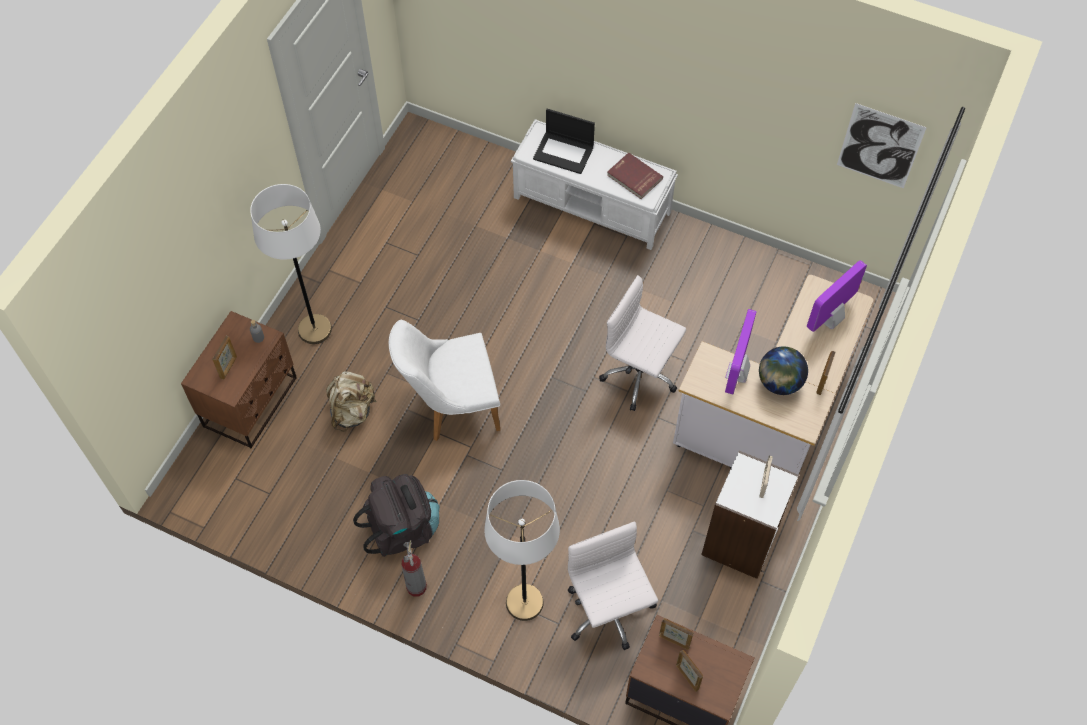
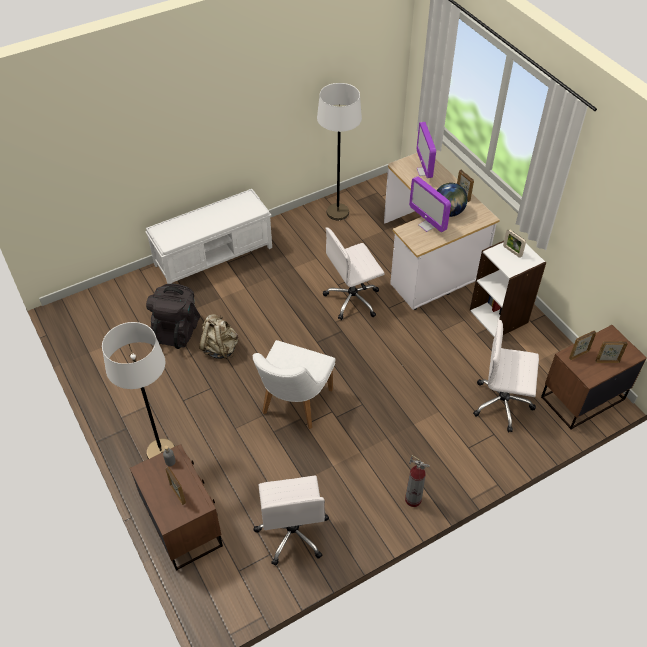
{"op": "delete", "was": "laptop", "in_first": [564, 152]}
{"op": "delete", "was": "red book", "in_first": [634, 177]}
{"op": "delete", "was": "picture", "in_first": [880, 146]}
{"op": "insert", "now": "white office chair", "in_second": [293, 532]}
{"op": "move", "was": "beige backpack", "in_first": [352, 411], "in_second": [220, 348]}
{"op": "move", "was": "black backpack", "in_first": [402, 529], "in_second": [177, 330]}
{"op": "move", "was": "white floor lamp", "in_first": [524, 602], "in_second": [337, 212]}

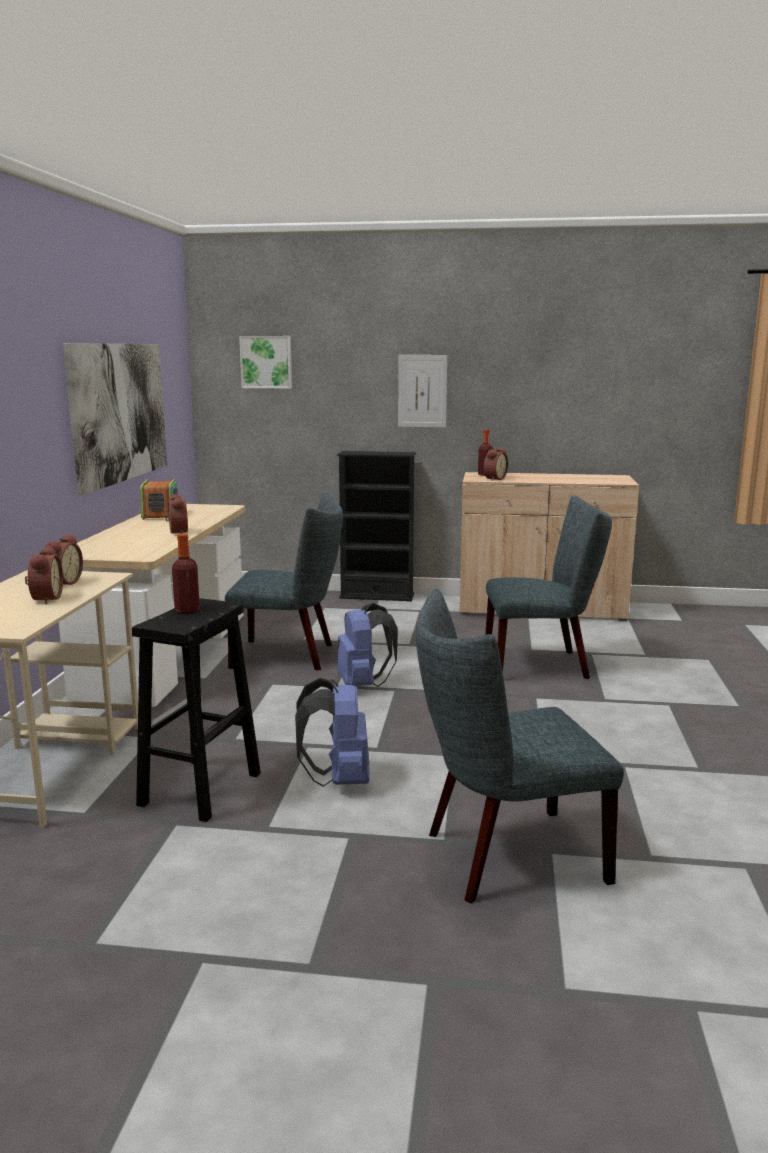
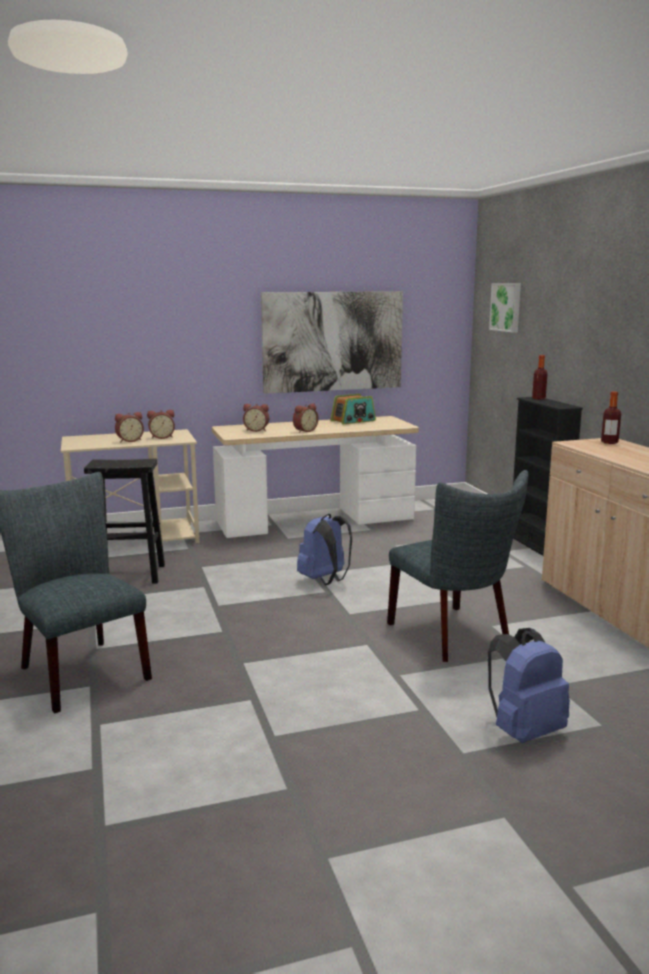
{"op": "delete", "was": "grey chair", "in_first": [290, 655]}
{"op": "delete", "was": "picture", "in_first": [422, 391]}
{"op": "move", "was": "bottle", "in_first": [187, 610], "in_second": [538, 398]}
{"op": "move", "was": "blue backpack", "in_first": [339, 780], "in_second": [524, 731]}
{"op": "move", "was": "alarm clock", "in_first": [493, 479], "in_second": [257, 430]}

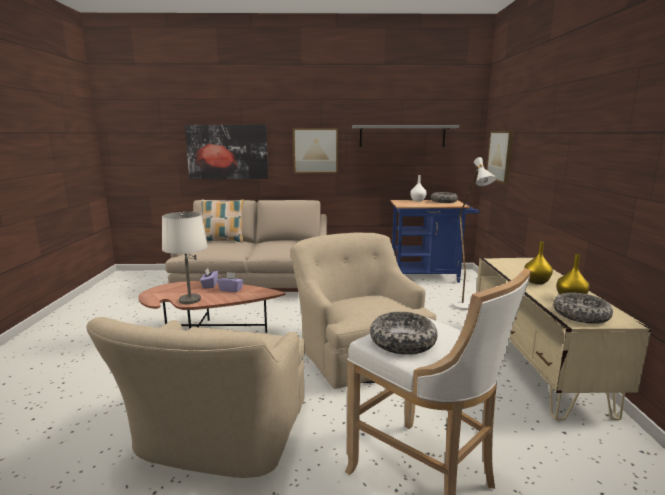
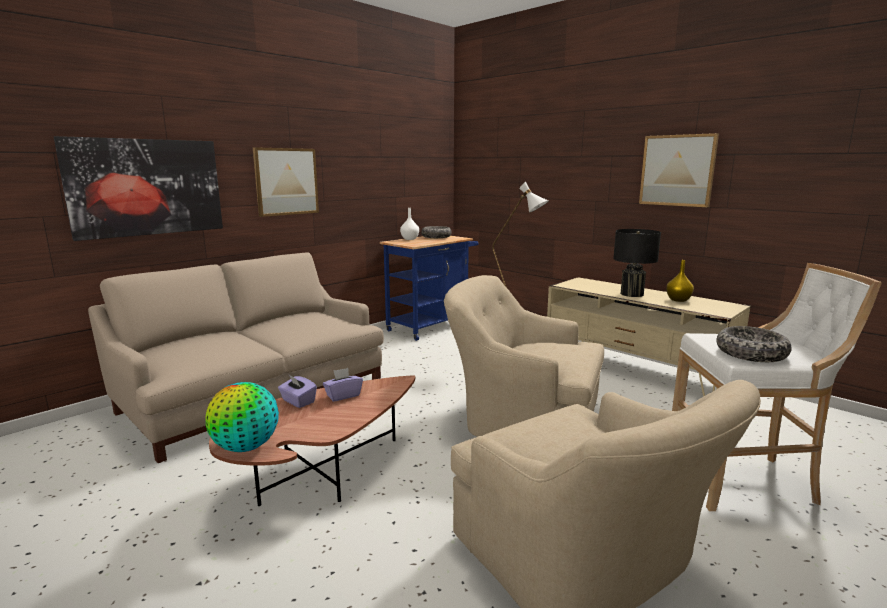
{"op": "delete", "was": "white table lamp", "in_first": [189, 300]}
{"op": "delete", "was": "pillow", "in_first": [223, 240]}
{"op": "delete", "was": "grey shelf", "in_first": [402, 136]}
{"op": "delete", "was": "bowl", "in_first": [580, 315]}
{"op": "insert", "now": "globe", "in_second": [246, 447]}
{"op": "move", "was": "picture", "in_first": [500, 156], "in_second": [677, 170]}
{"op": "replace", "was": "yellow vase", "now": "black table lamp", "in_first": [536, 282], "in_second": [631, 294]}

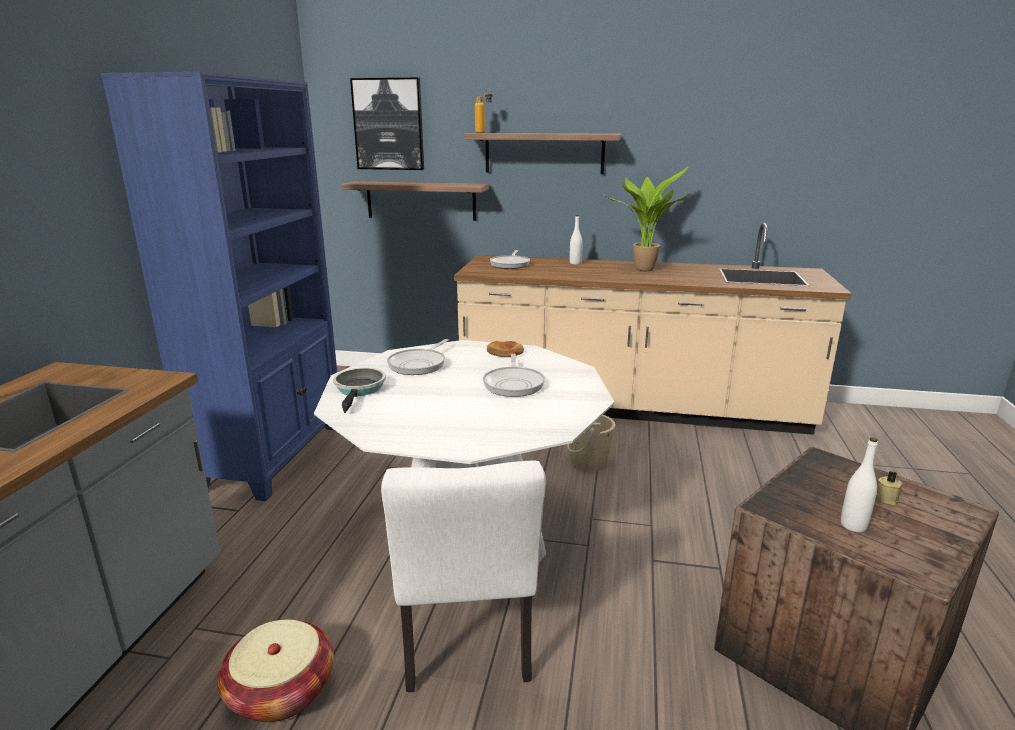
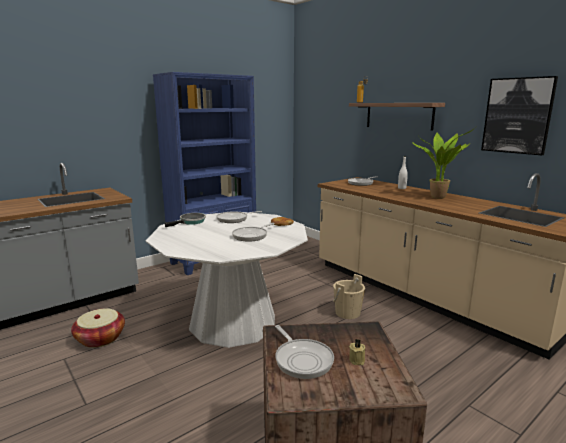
{"op": "delete", "was": "shelf", "in_first": [421, 200]}
{"op": "delete", "was": "white chair", "in_first": [466, 643]}
{"op": "move", "was": "picture", "in_first": [388, 124], "in_second": [517, 116]}
{"op": "replace", "was": "white bottle", "now": "frying pan", "in_first": [853, 525], "in_second": [302, 359]}

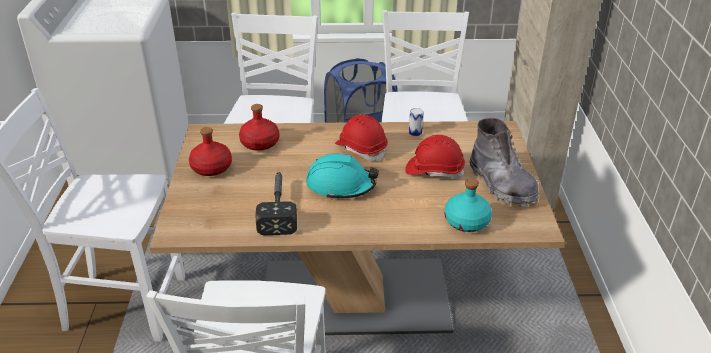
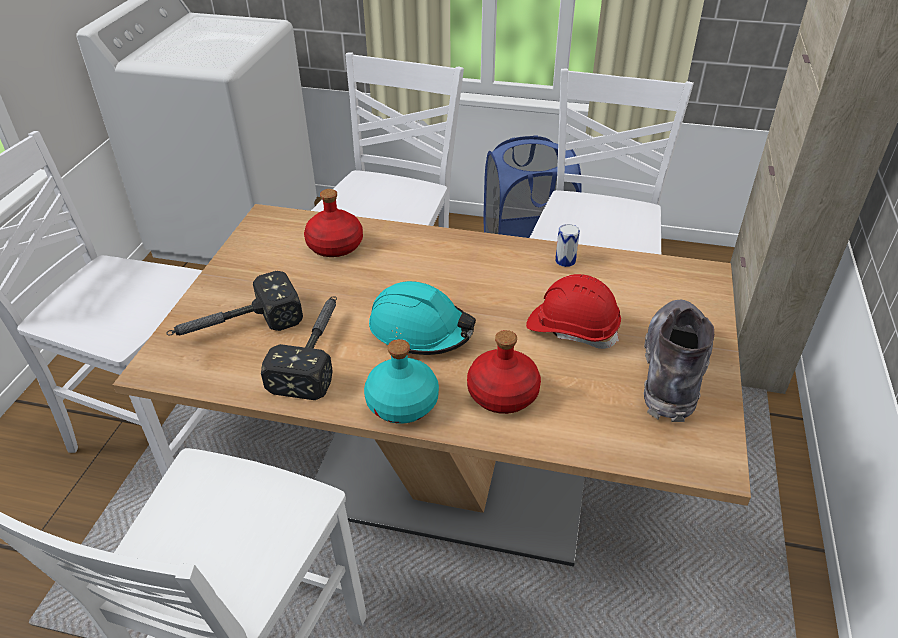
{"op": "delete", "was": "red hard hat", "in_first": [361, 149]}
{"op": "insert", "now": "hammer", "in_second": [235, 327]}
{"op": "move", "was": "red bottle", "in_first": [212, 167], "in_second": [503, 393]}
{"op": "move", "was": "turquoise bottle", "in_first": [466, 222], "in_second": [401, 403]}
{"op": "rotate", "was": "grey boot", "in_first": [501, 184], "in_second": [672, 370], "clockwise": -150}

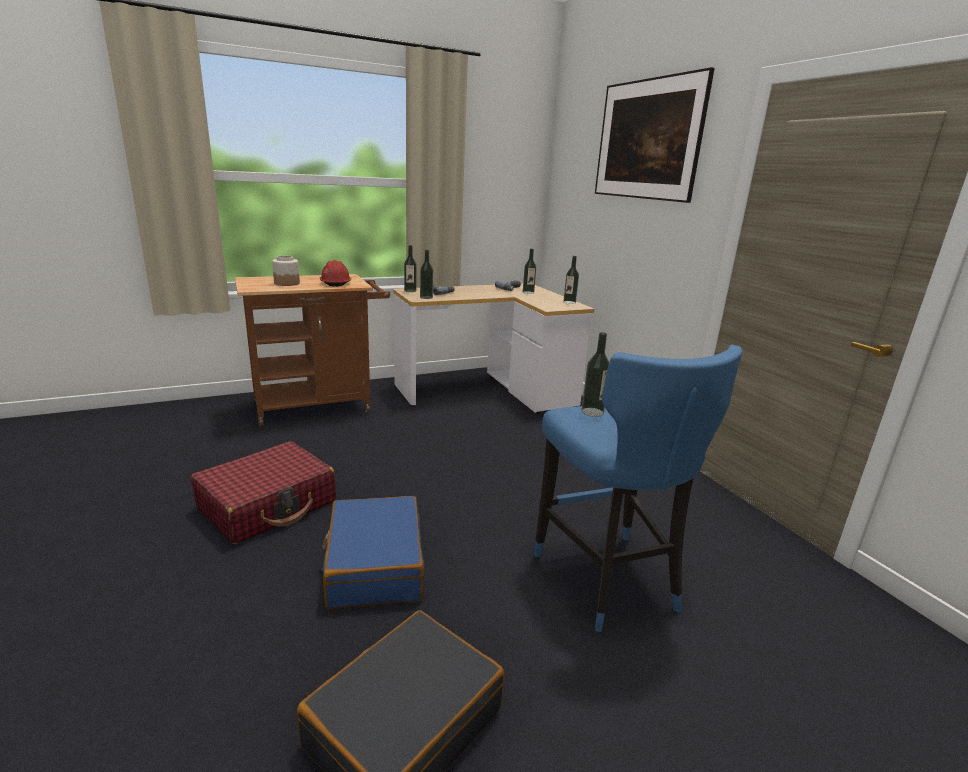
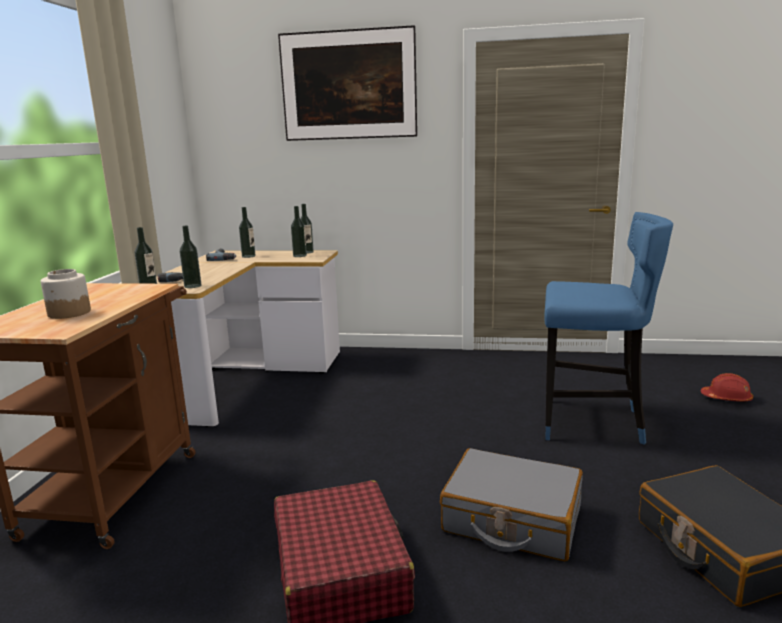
{"op": "move", "was": "red hard hat", "in_first": [335, 283], "in_second": [726, 398]}
{"op": "move", "was": "bottle", "in_first": [592, 412], "in_second": [300, 255]}
{"op": "recolor", "was": "blue suitcase", "now": "grey suitcase", "in_first": [374, 564], "in_second": [512, 519]}

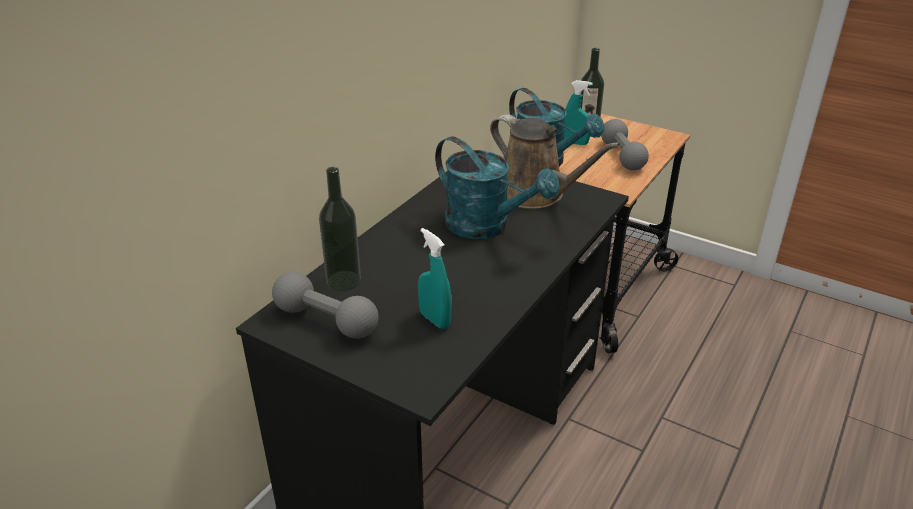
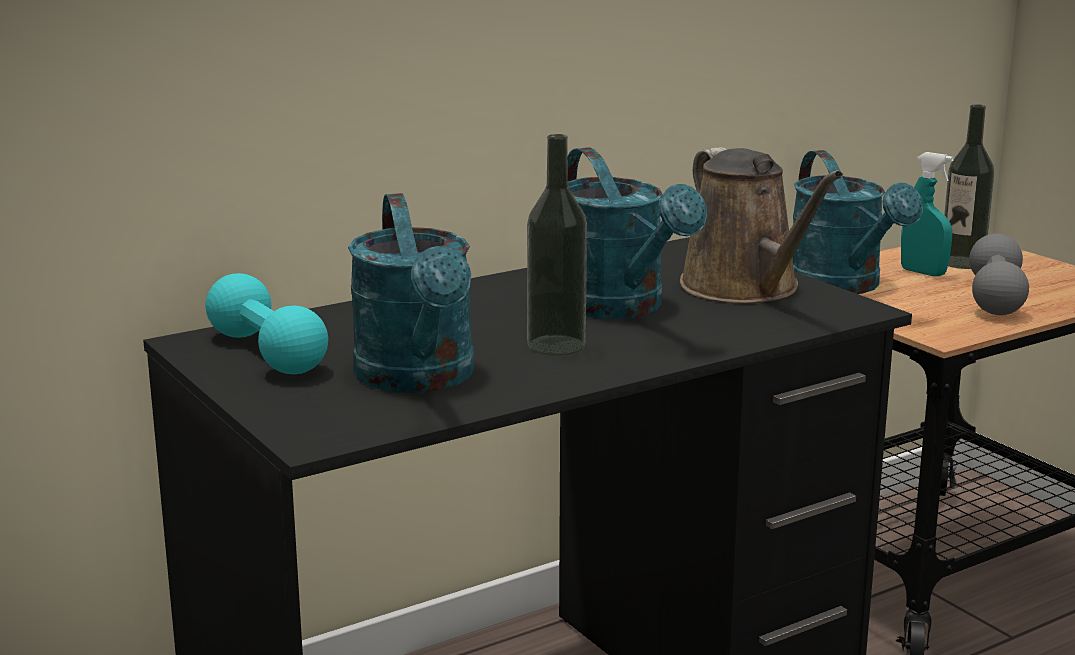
{"op": "move", "was": "bottle", "in_first": [343, 280], "in_second": [556, 345]}
{"op": "replace", "was": "turquoise spray bottle", "now": "turquoise watering can", "in_first": [434, 320], "in_second": [420, 379]}
{"op": "recolor", "was": "grey dumbbell", "now": "turquoise dumbbell", "in_first": [326, 320], "in_second": [267, 353]}

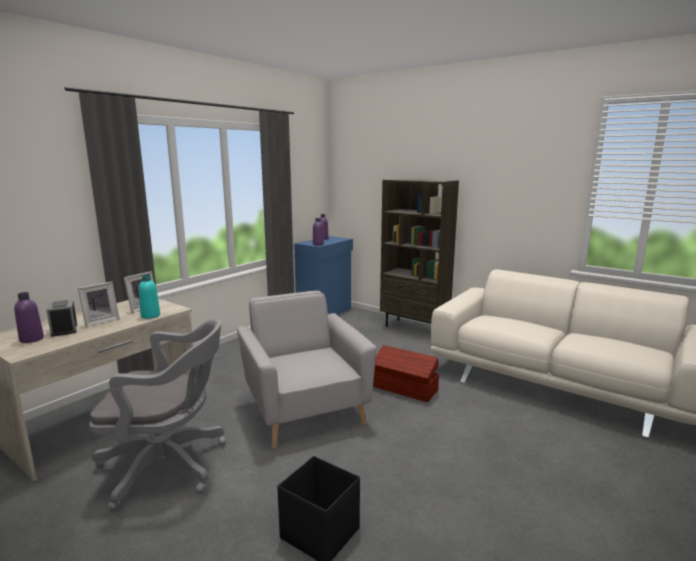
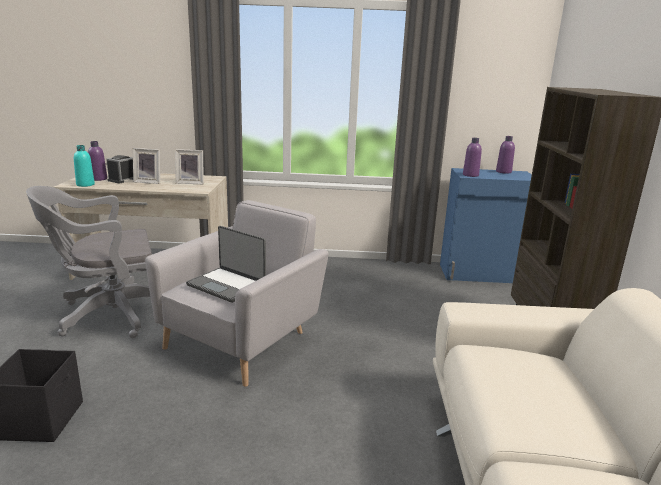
{"op": "delete", "was": "brown storage box", "in_first": [405, 389]}
{"op": "insert", "now": "laptop", "in_second": [227, 285]}
{"op": "move", "was": "turquoise bottle", "in_first": [150, 316], "in_second": [85, 184]}
{"op": "rotate", "was": "grey office chair", "in_first": [170, 466], "in_second": [109, 315], "clockwise": 105}

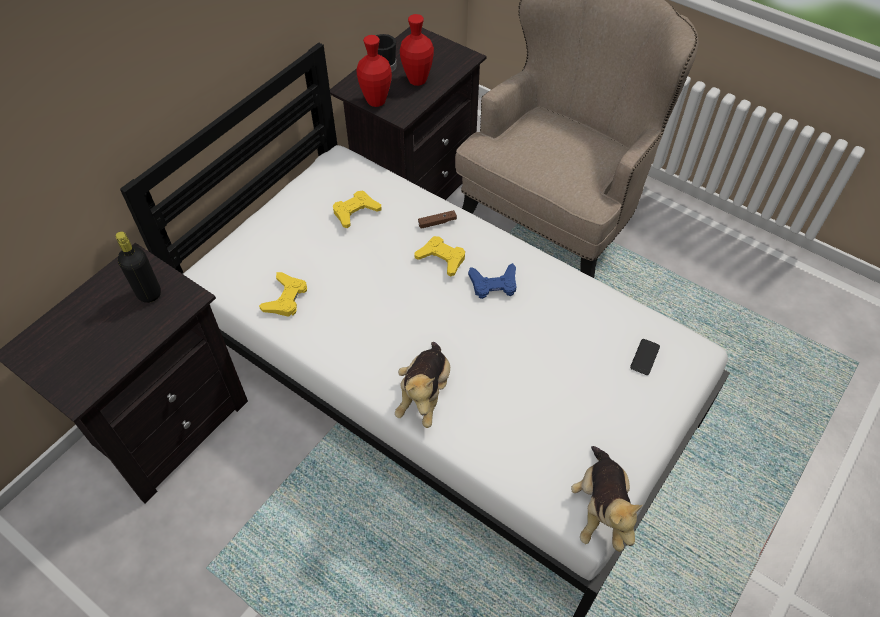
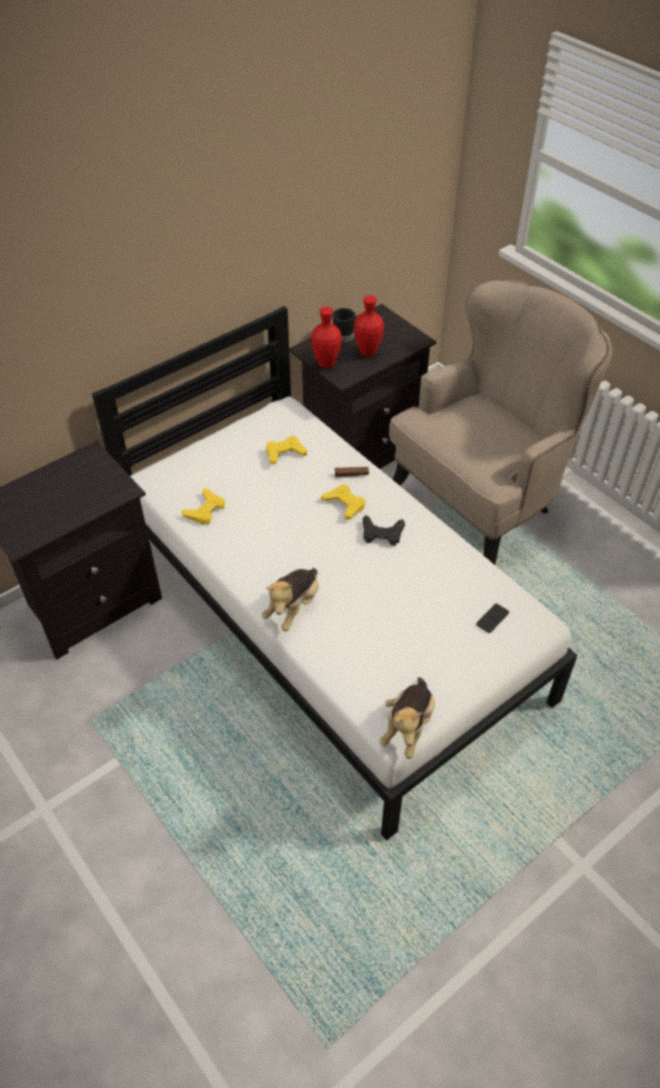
{"op": "delete", "was": "black bottle", "in_first": [149, 293]}
{"op": "recolor", "was": "blue game controller", "now": "black game controller", "in_first": [493, 284], "in_second": [382, 534]}

